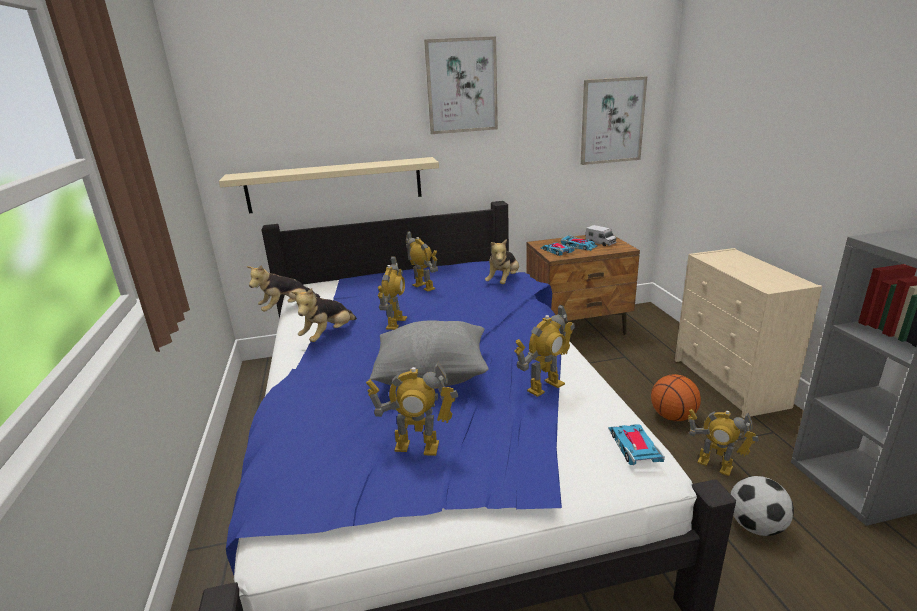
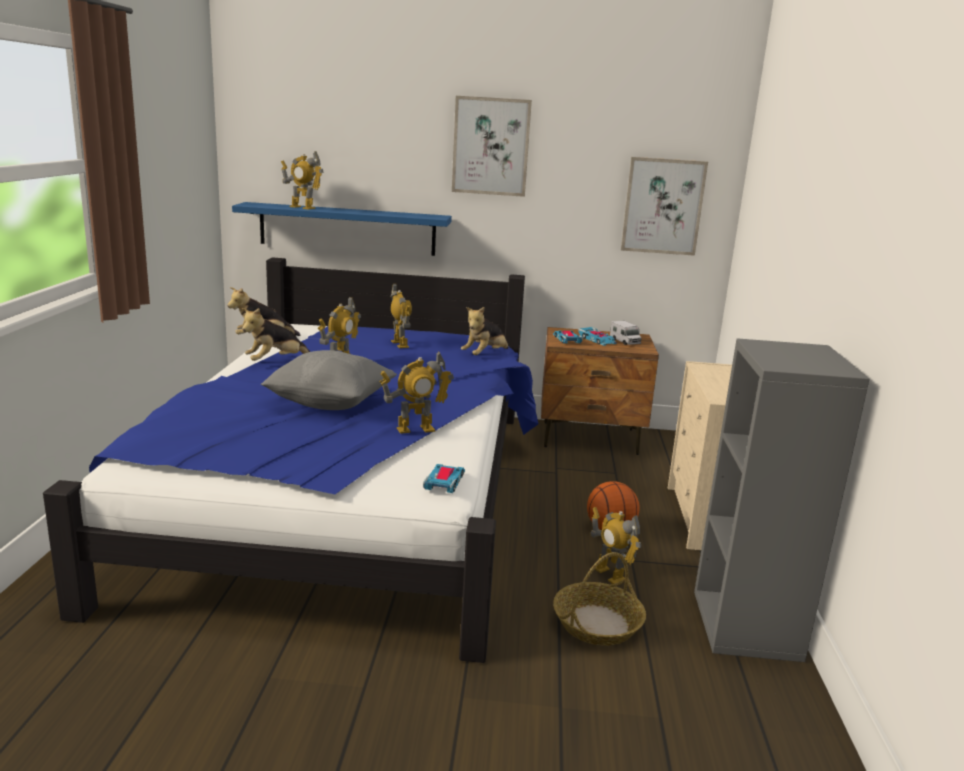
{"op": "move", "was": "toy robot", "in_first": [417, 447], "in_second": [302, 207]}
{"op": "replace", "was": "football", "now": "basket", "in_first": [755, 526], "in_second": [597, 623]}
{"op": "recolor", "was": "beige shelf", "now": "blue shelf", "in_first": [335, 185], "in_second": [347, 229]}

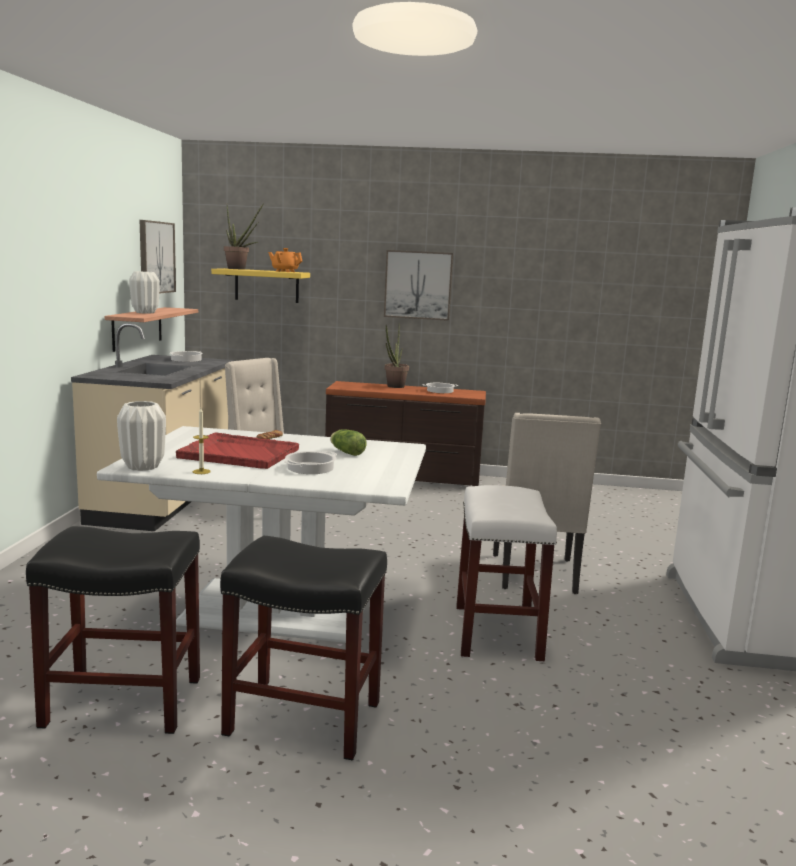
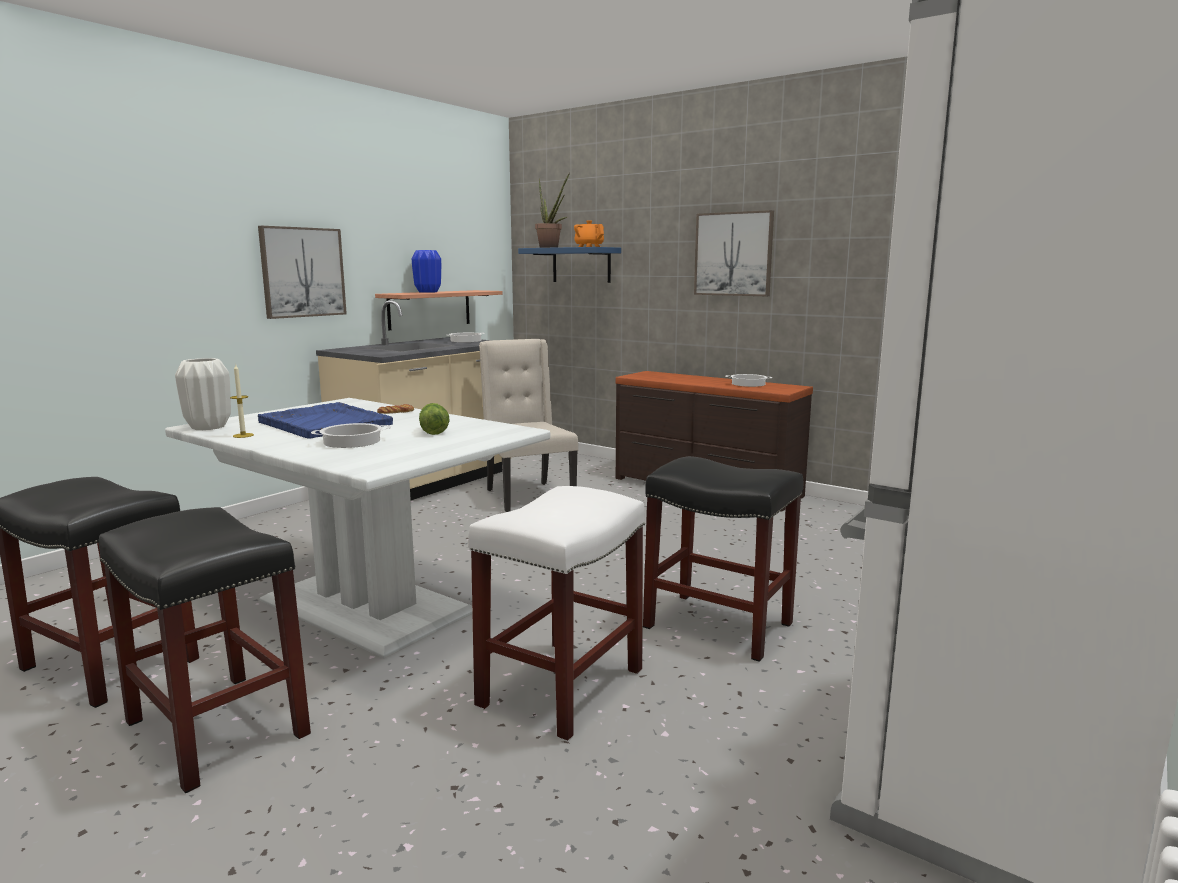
{"op": "delete", "was": "potted plant", "in_first": [394, 387]}
{"op": "move", "was": "picture", "in_first": [156, 257], "in_second": [302, 272]}
{"op": "replace", "was": "beige chair", "now": "black stool", "in_first": [535, 575], "in_second": [716, 625]}
{"op": "recolor", "was": "white vase", "now": "blue vase", "in_first": [144, 312], "in_second": [427, 292]}
{"op": "recolor", "was": "red tray", "now": "blue tray", "in_first": [238, 453], "in_second": [324, 423]}
{"op": "recolor", "was": "yellow shelf", "now": "blue shelf", "in_first": [267, 285], "in_second": [581, 265]}

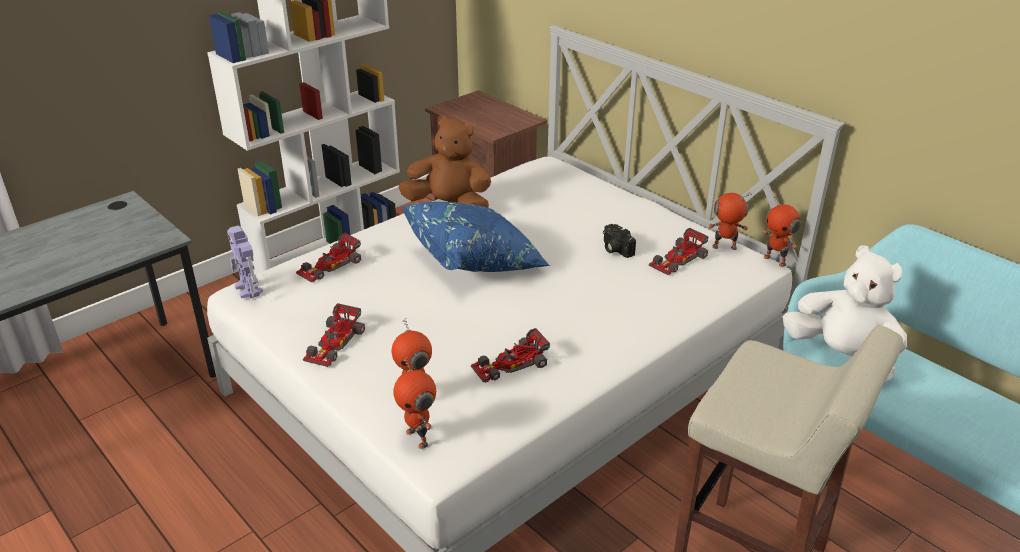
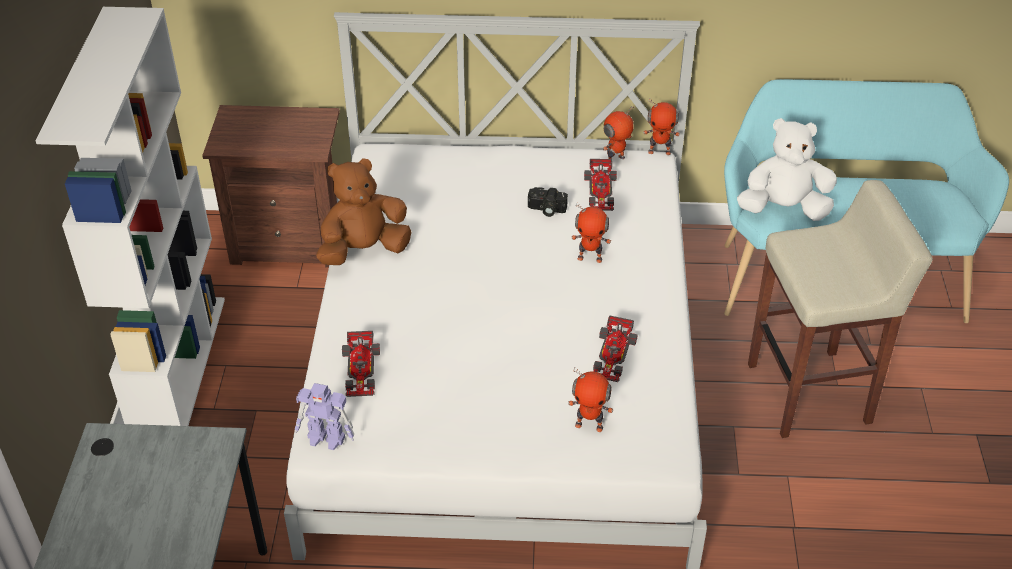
{"op": "delete", "was": "toy car", "in_first": [334, 343]}
{"op": "delete", "was": "blue pillow", "in_first": [476, 260]}
{"op": "move", "was": "toy robot", "in_first": [418, 437], "in_second": [590, 258]}

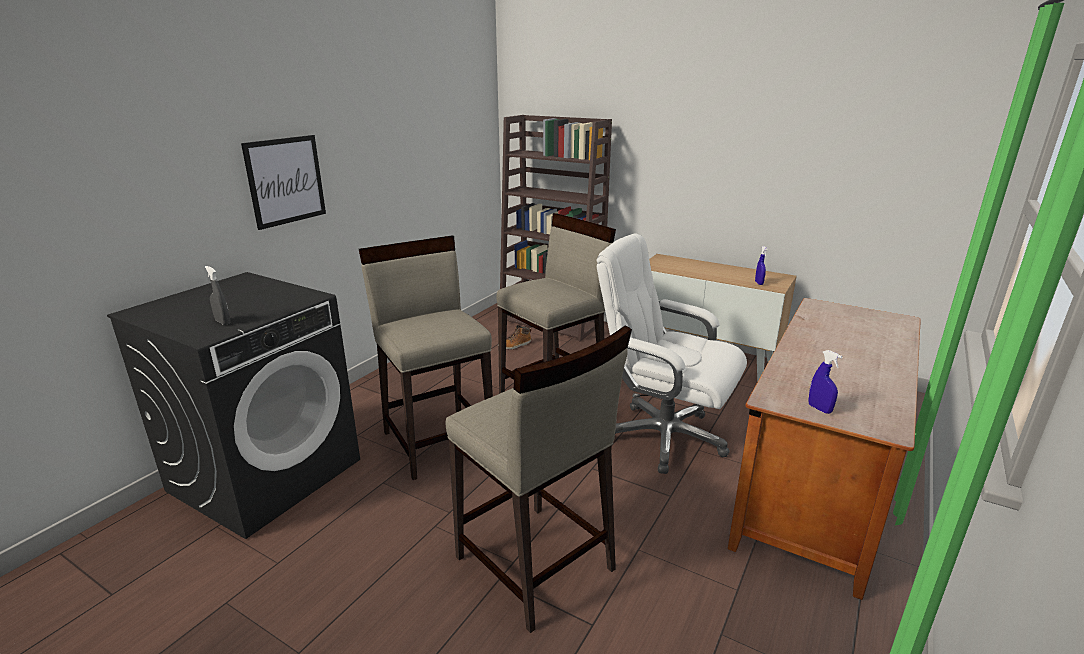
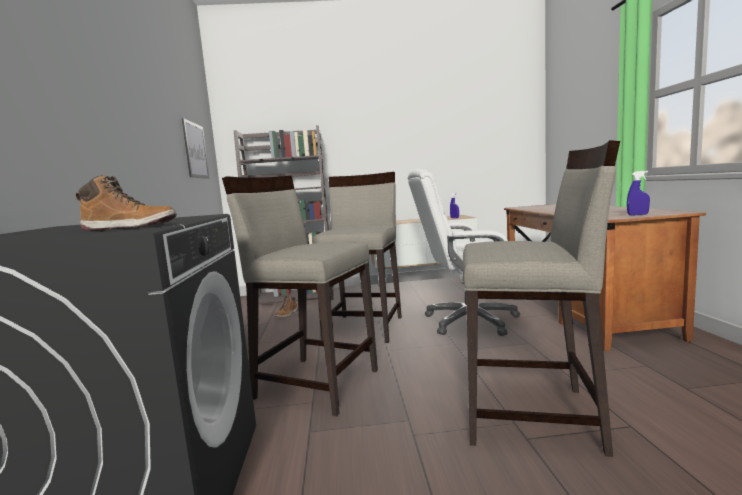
{"op": "move", "was": "picture", "in_first": [286, 181], "in_second": [195, 150]}
{"op": "replace", "was": "grey spray bottle", "now": "boot", "in_first": [222, 322], "in_second": [131, 227]}

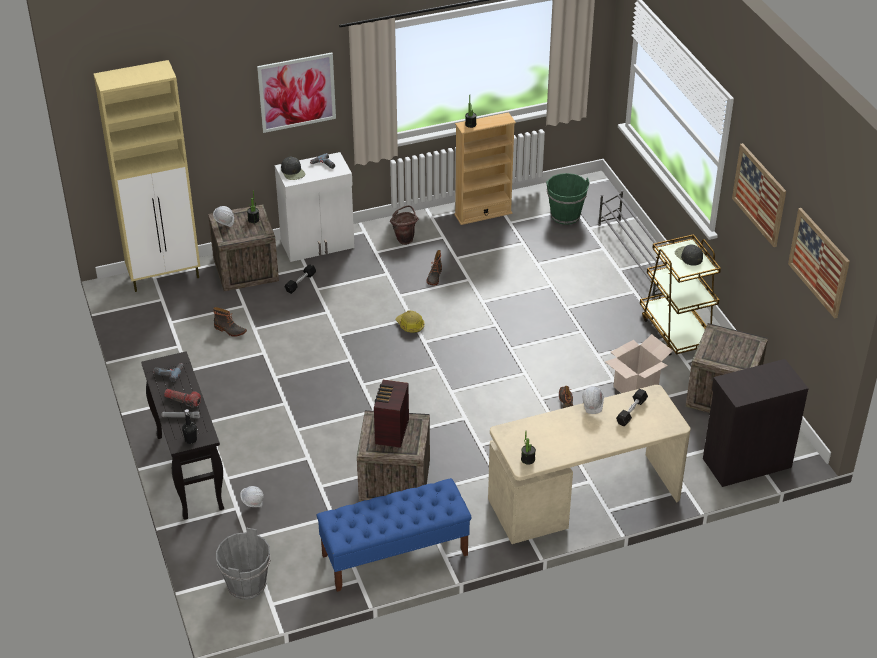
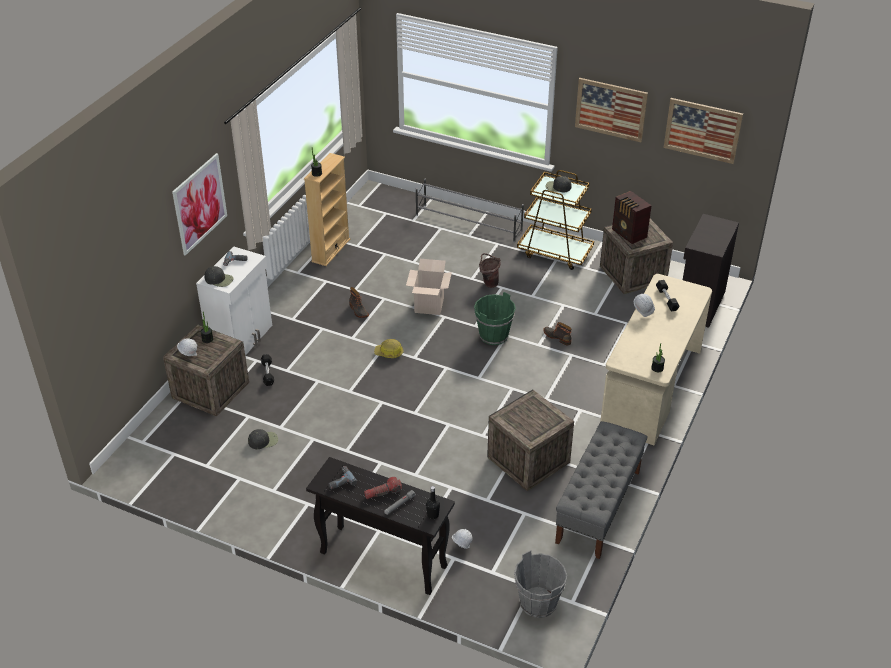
{"op": "delete", "was": "beige cabinet", "in_first": [165, 276]}
{"op": "move", "was": "radio", "in_first": [391, 433], "in_second": [629, 234]}
{"op": "move", "was": "brown bucket", "in_first": [405, 239], "in_second": [489, 283]}
{"op": "move", "was": "green bucket", "in_first": [565, 215], "in_second": [493, 335]}
{"op": "move", "was": "cardboard box", "in_first": [635, 388], "in_second": [429, 305]}
{"op": "replace", "was": "boot", "now": "black cap", "in_first": [230, 330], "in_second": [263, 440]}
{"op": "recolor", "was": "blue bench", "now": "grey bench", "in_first": [394, 555], "in_second": [598, 507]}

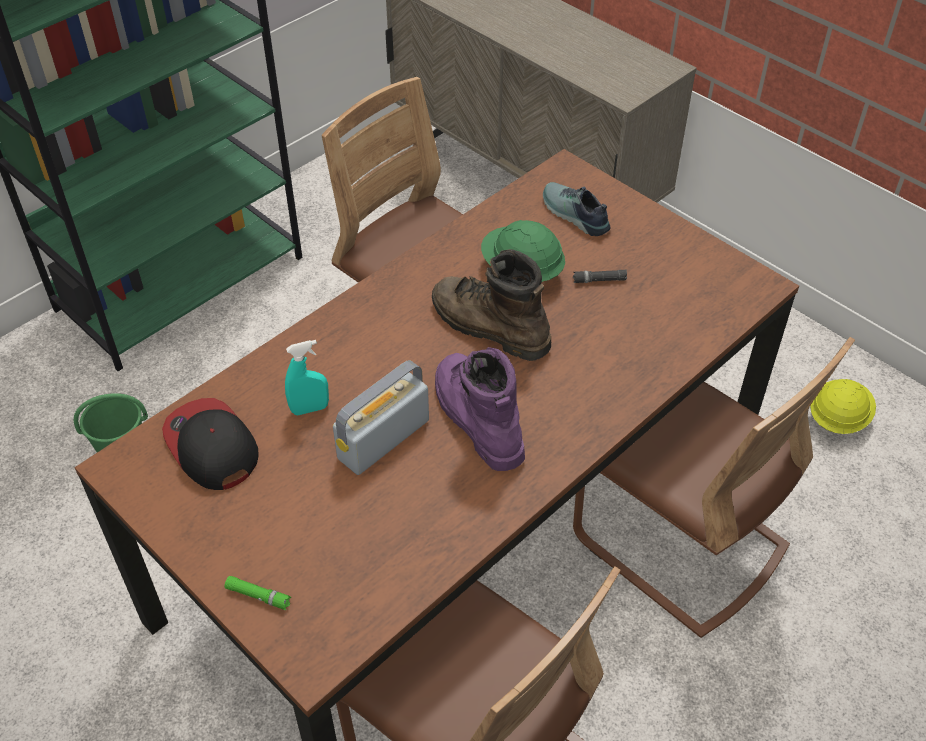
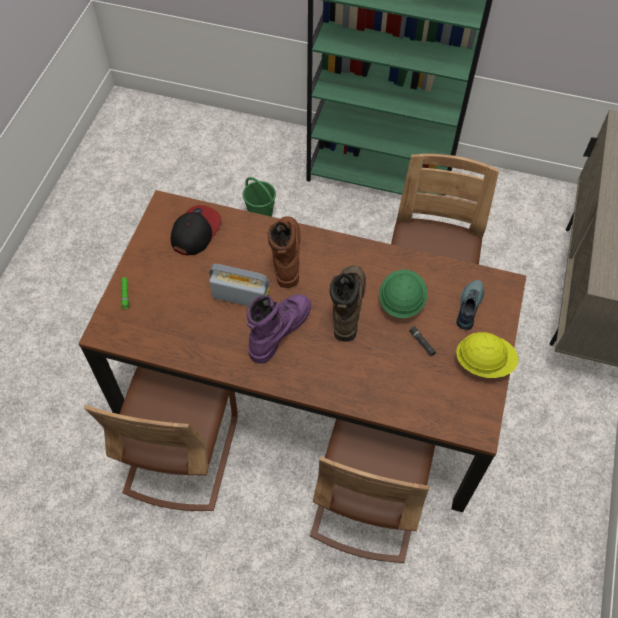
{"op": "delete", "was": "turquoise spray bottle", "in_first": [310, 409]}
{"op": "insert", "now": "brown boot", "in_second": [285, 255]}
{"op": "move", "was": "yellow hard hat", "in_first": [837, 418], "in_second": [484, 363]}

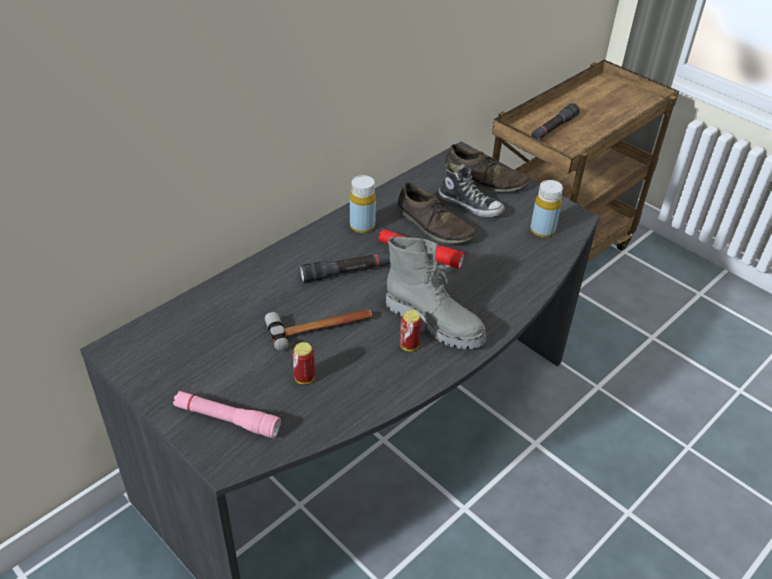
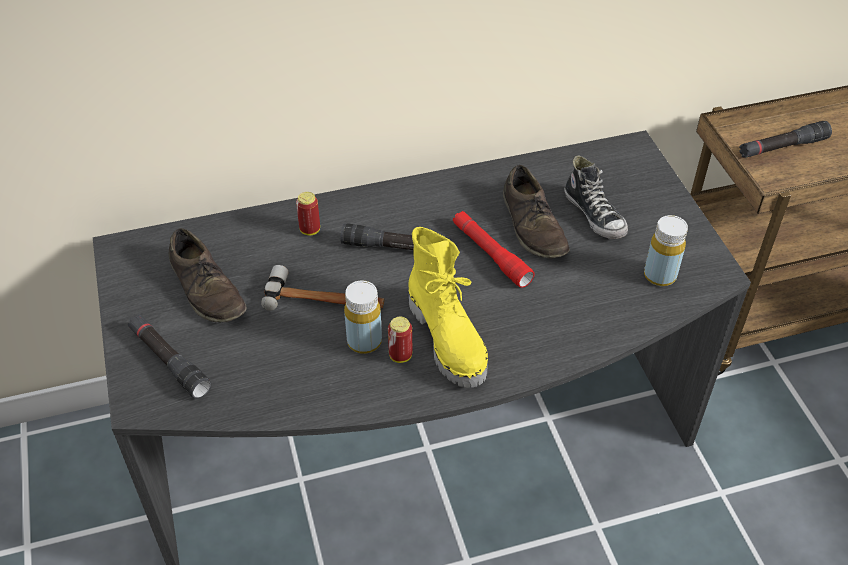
{"op": "move", "was": "can", "in_first": [304, 378], "in_second": [310, 230]}
{"op": "move", "was": "yellow bottle", "in_first": [362, 226], "in_second": [364, 342]}
{"op": "move", "was": "brown shoe", "in_first": [484, 179], "in_second": [207, 289]}
{"op": "recolor", "was": "pink flashlight", "now": "black flashlight", "in_first": [227, 419], "in_second": [169, 361]}
{"op": "recolor", "was": "grey boot", "now": "yellow boot", "in_first": [435, 322], "in_second": [449, 339]}

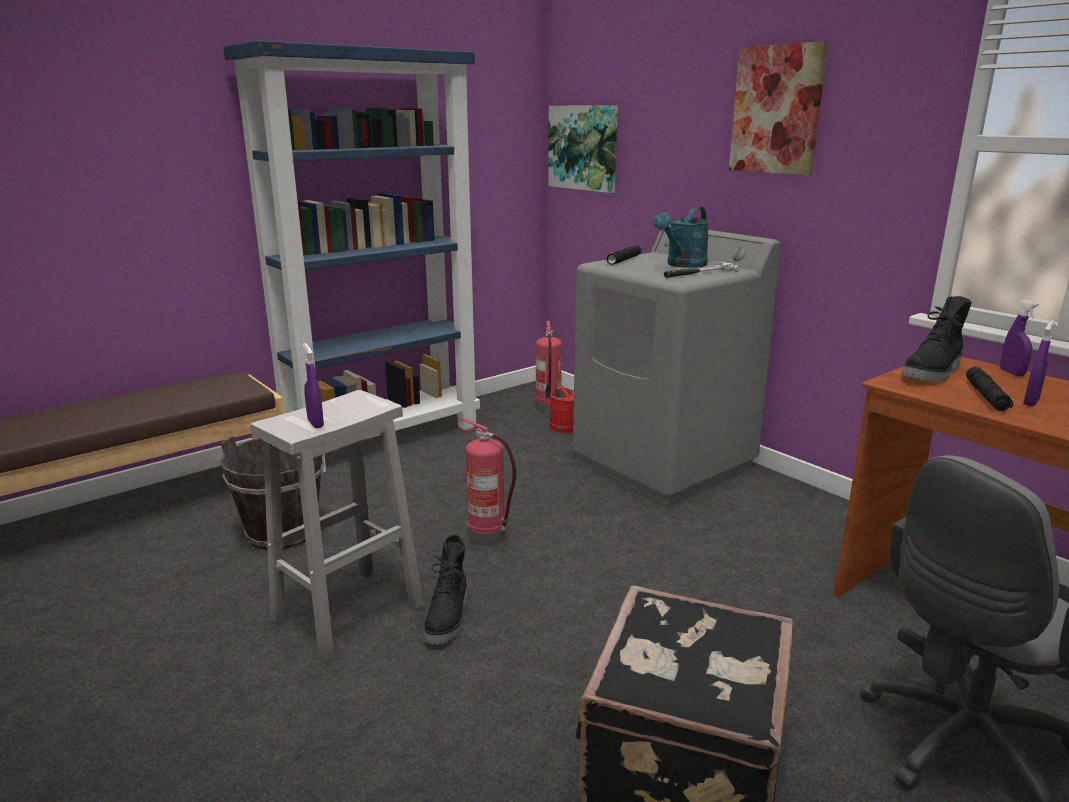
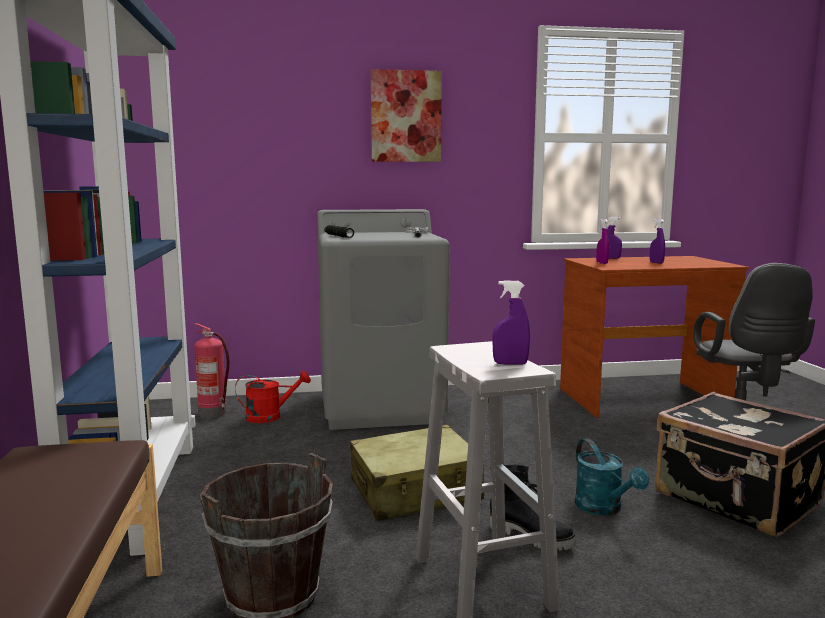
{"op": "delete", "was": "picture", "in_first": [584, 148]}
{"op": "delete", "was": "black flashlight", "in_first": [986, 396]}
{"op": "move", "was": "turquoise watering can", "in_first": [683, 265], "in_second": [604, 509]}
{"op": "replace", "was": "fire extinguisher", "now": "beige suitcase", "in_first": [488, 536], "in_second": [415, 491]}
{"op": "replace", "was": "black boot", "now": "purple spray bottle", "in_first": [933, 374], "in_second": [602, 263]}

